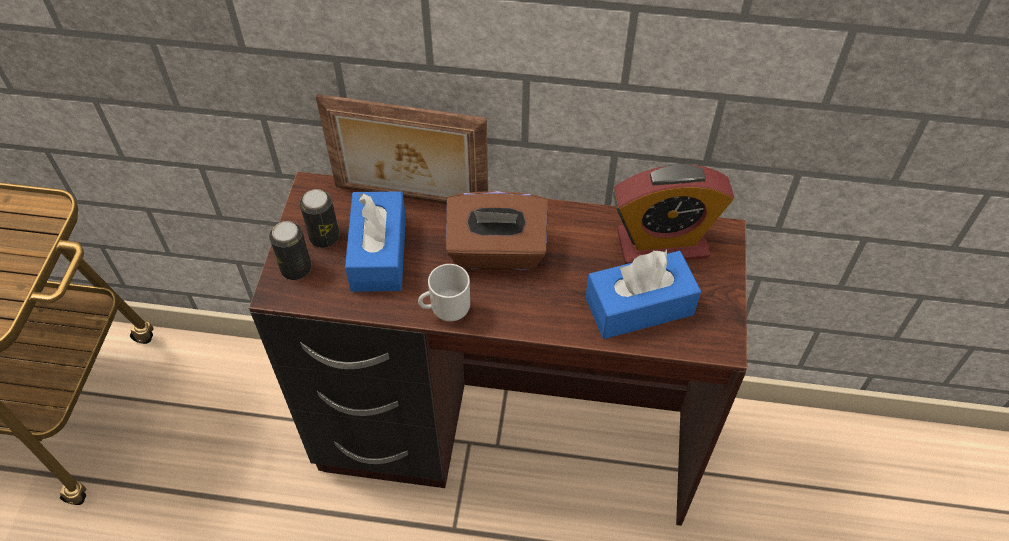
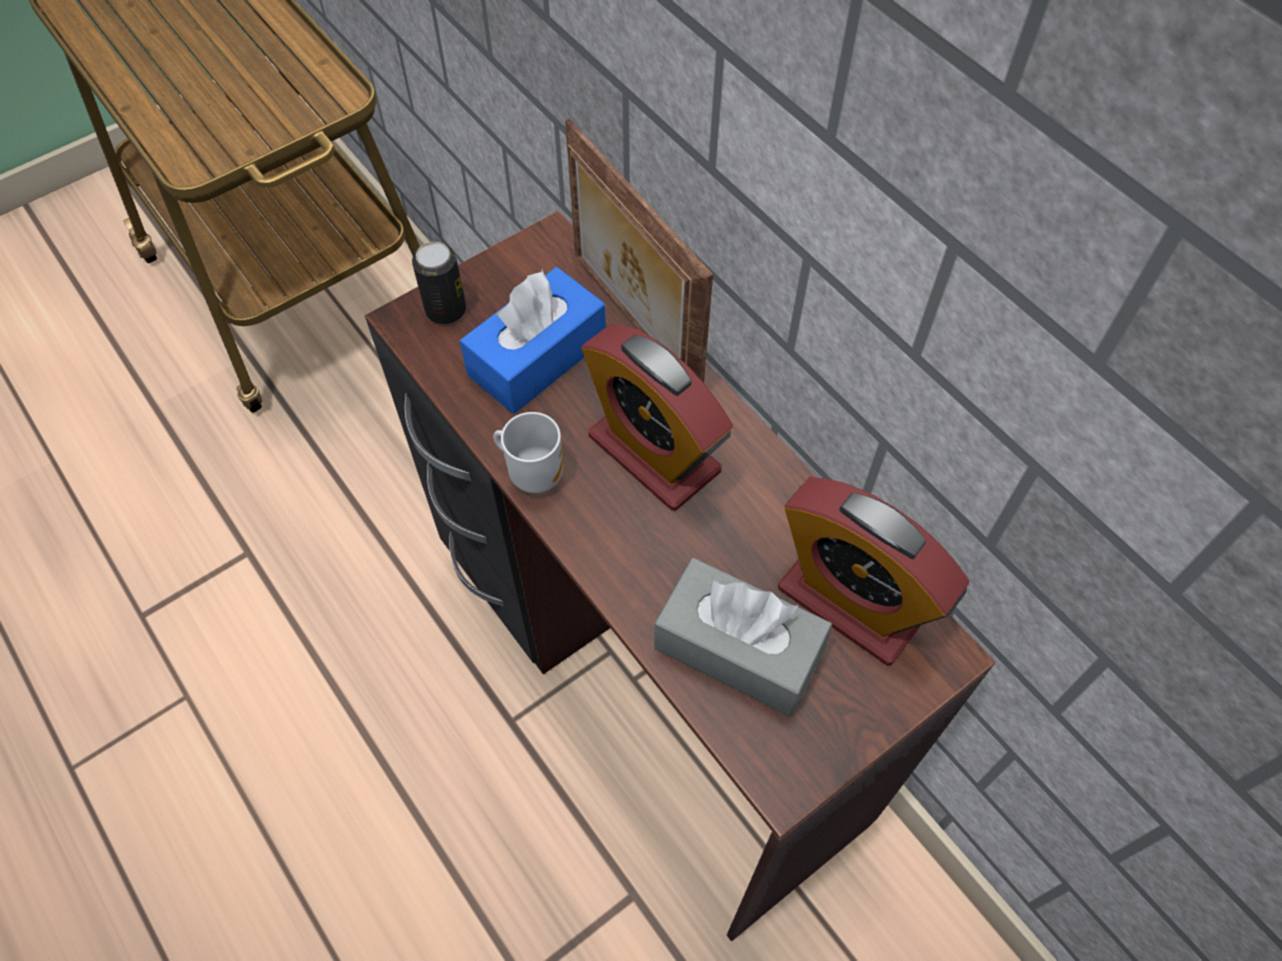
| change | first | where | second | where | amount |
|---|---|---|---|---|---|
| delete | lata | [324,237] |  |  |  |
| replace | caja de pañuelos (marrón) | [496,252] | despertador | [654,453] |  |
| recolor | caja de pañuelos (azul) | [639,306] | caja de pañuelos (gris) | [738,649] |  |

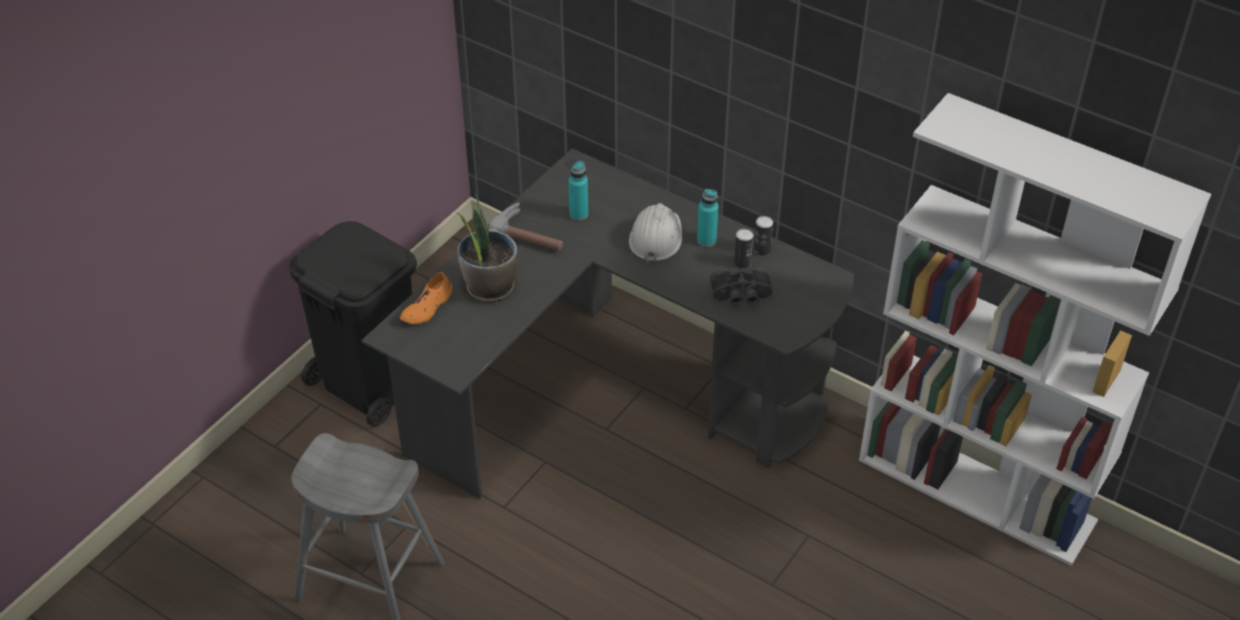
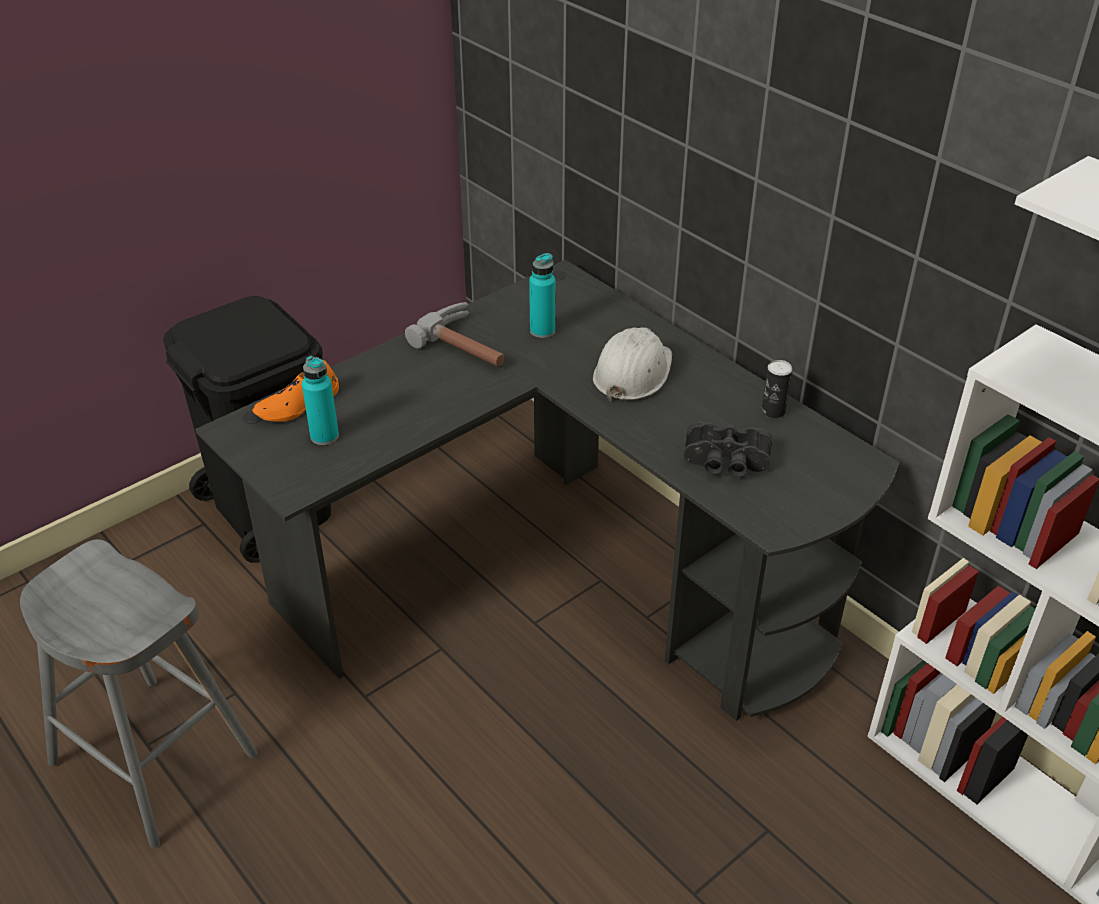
| change | first | where | second | where | amount |
|---|---|---|---|---|---|
| delete | planta en maceta | [489,287] |  |  |  |
| move | botella (turquesa) | [706,240] |  | [324,436] |  |
| delete | lata | [742,263] |  |  |  |

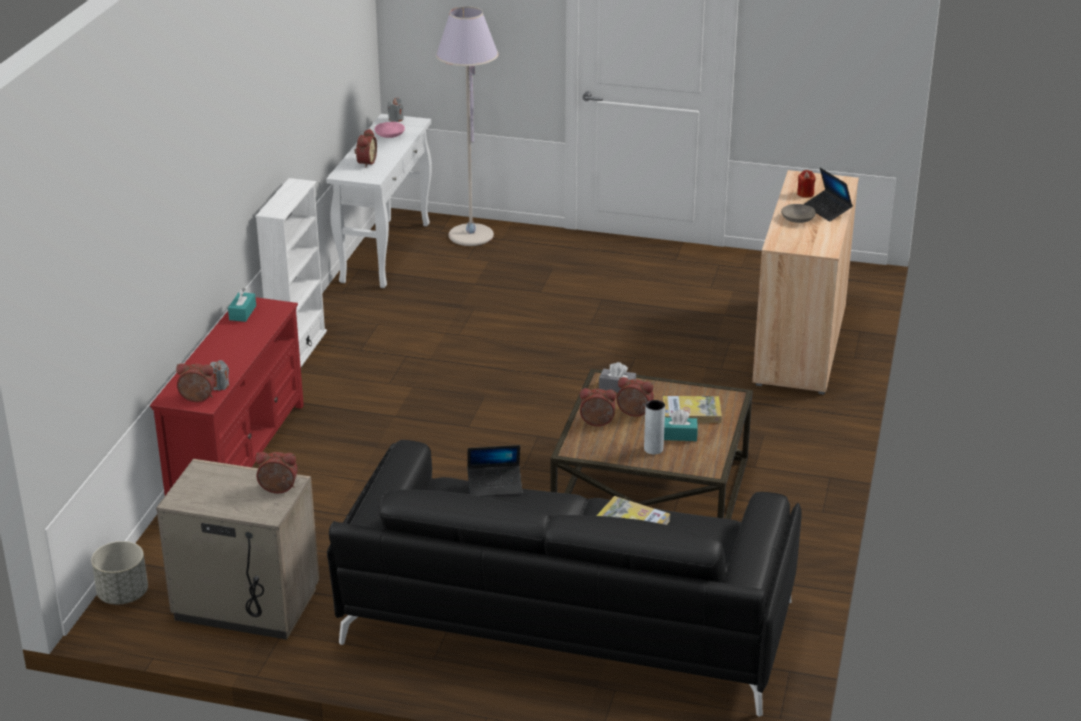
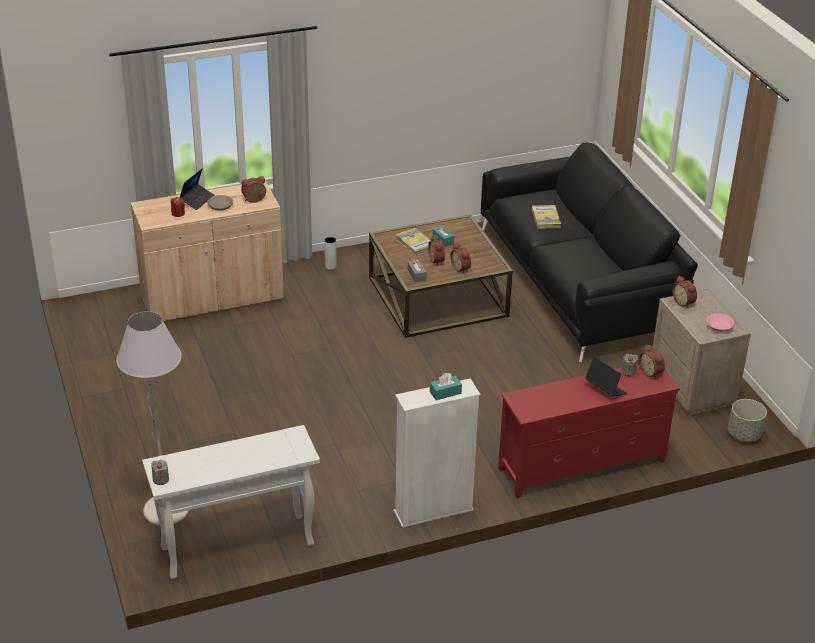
| change | first | where | second | where | amount |
|---|---|---|---|---|---|
| move | caja de pañuelos (turquesa) | [242,313] |  | [445,392] |  |
| move | despertador | [365,162] |  | [254,200] |  |
| move | cuenco (rosa) | [390,134] |  | [719,326] |  |
| move | portátil | [495,486] |  | [605,389] |  |
| move | florero (gris) | [653,449] |  | [330,266] |  |

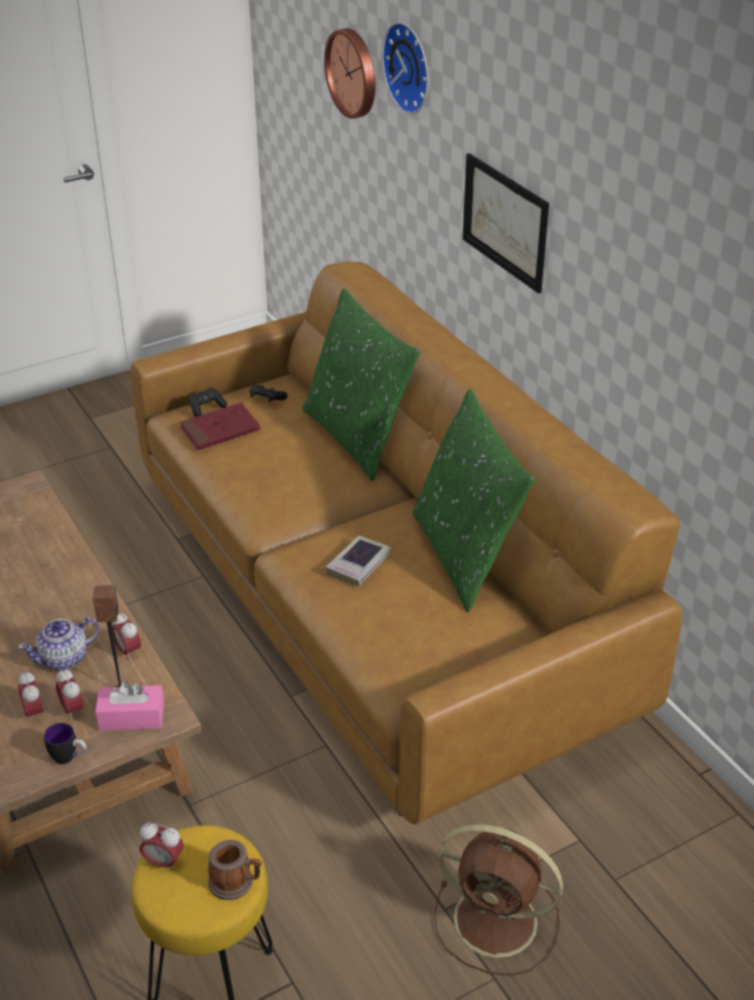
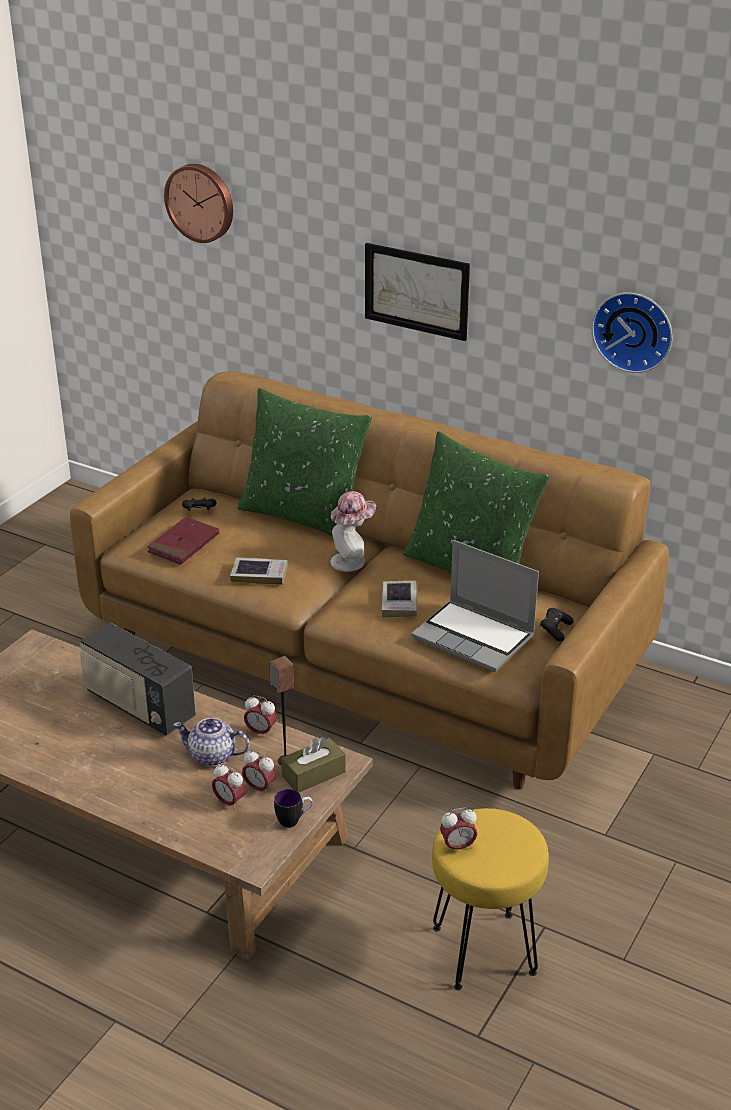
| change | first | where | second | where | amount |
|---|---|---|---|---|---|
| rotate | tetera | [64,658] |  | [213,756] | 75 degrees clockwise |
| recolor | caja de pañuelos (rosa) | [131,717] | caja de pañuelos (marrón) | [313,774] |  |
| move | mando de consola (negro) | [206,408] |  | [555,630] |  |
| delete | taza grande | [236,882] |  |  |  |
| move | reloj de pared | [411,67] |  | [634,330] |  |
| delete | ventilador (marrón) | [499,922] |  |  |  |
| insert |  |  | radio | [139,706] |  |
| insert |  |  | libro | [259,574] |  |
| insert |  |  | sombrero | [352,560] |  |
| insert |  |  | portátil | [475,637] |  |

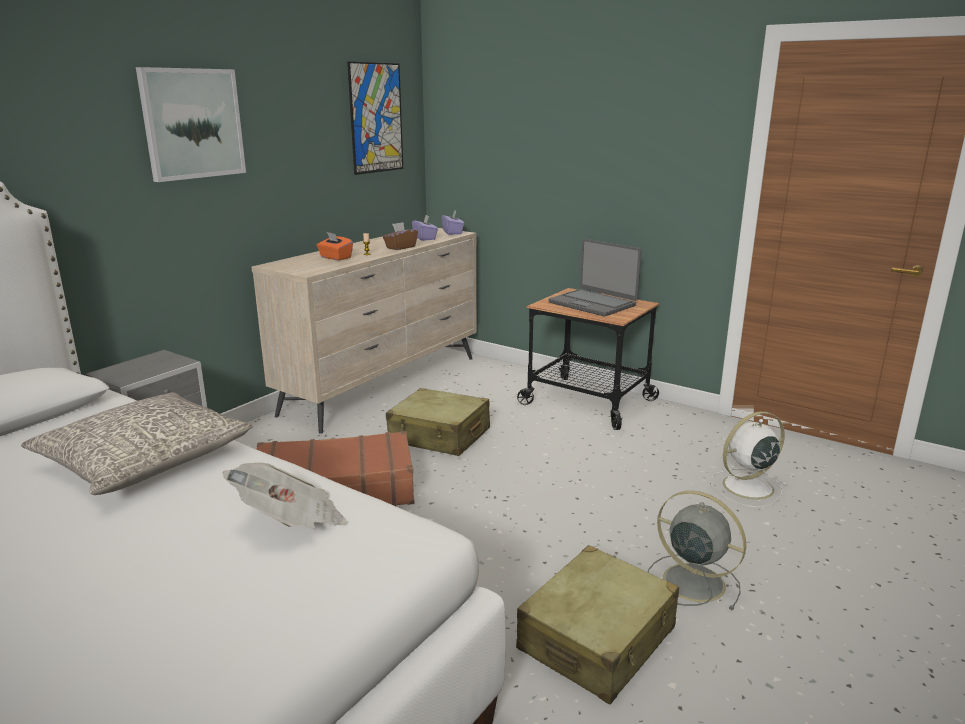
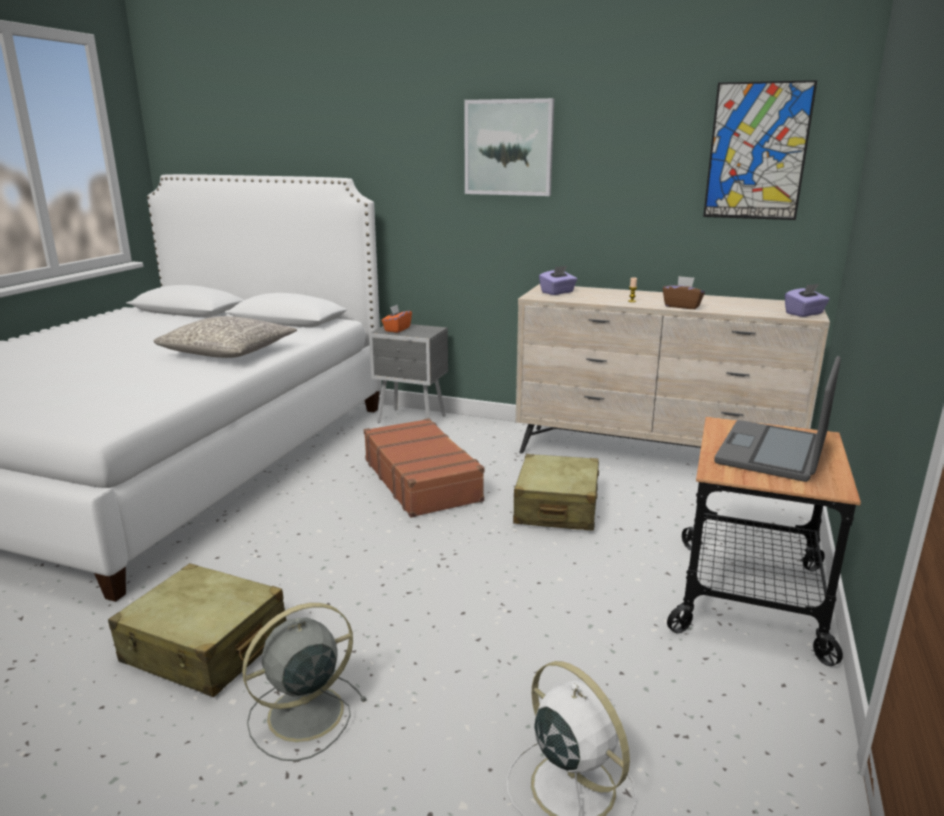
| change | first | where | second | where | amount |
|---|---|---|---|---|---|
| delete | periódico | [291,522] |  |  |  |
| move | caja de pañuelos (naranja) | [335,258] |  | [397,329] |  |
| move | caja de pañuelos (morado) | [425,238] |  | [557,292] |  |
| rotate | ventilador (gris) | [691,581] |  | [302,715] | 150 degrees counterclockwise |

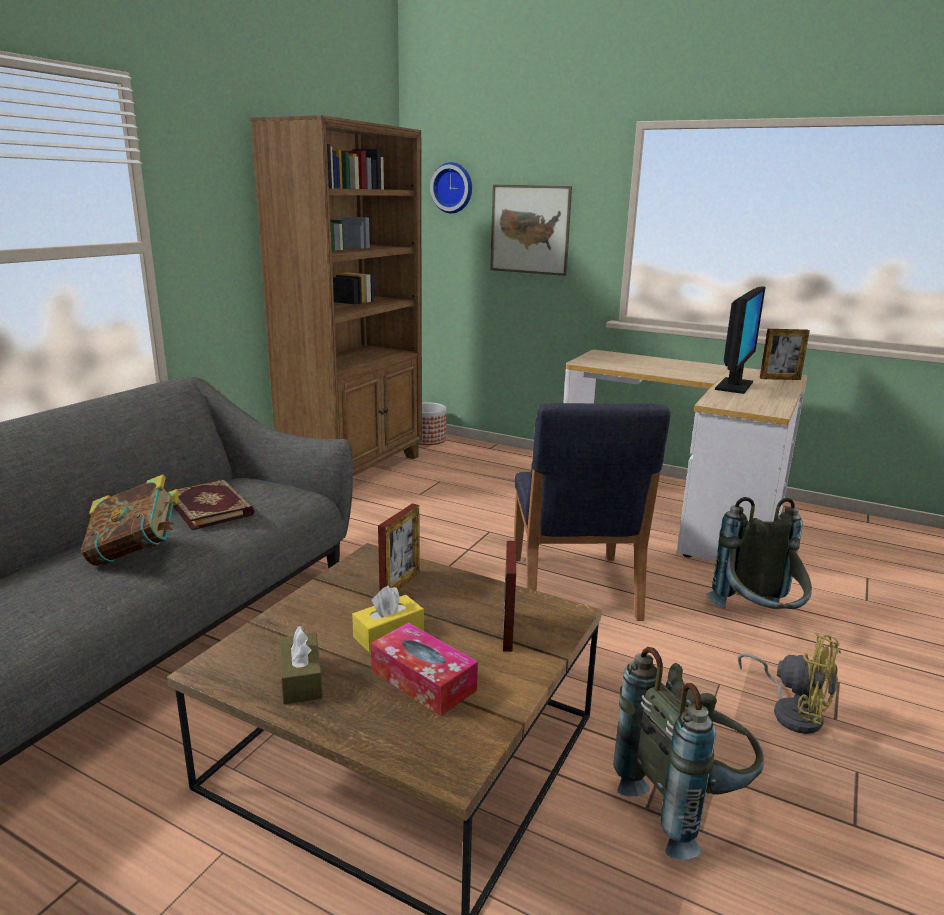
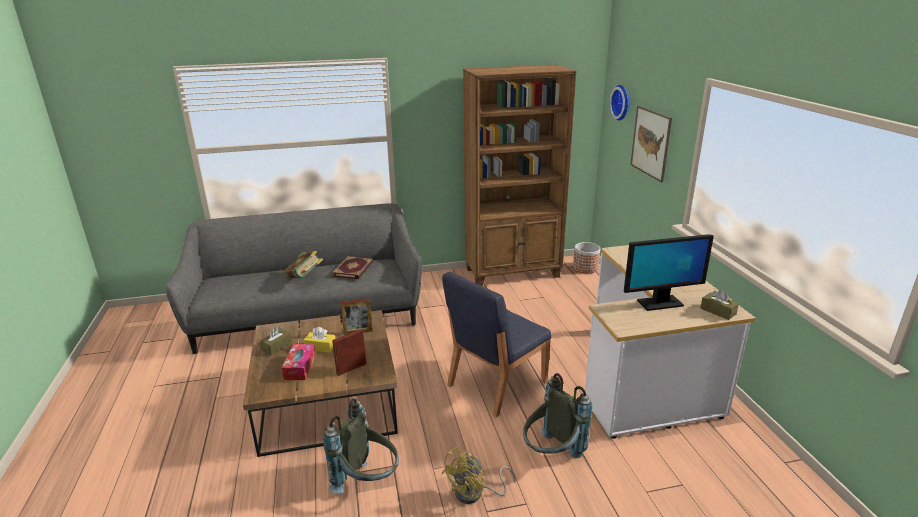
| change | first | where | second | where | amount |
|---|---|---|---|---|---|
| rotate | ventilador (amarillo) | [792,711] |  | [475,494] | 45 degrees clockwise |
| replace | portarretratos | [780,378] | caja de pañuelos (marrón) | [718,311] |  |

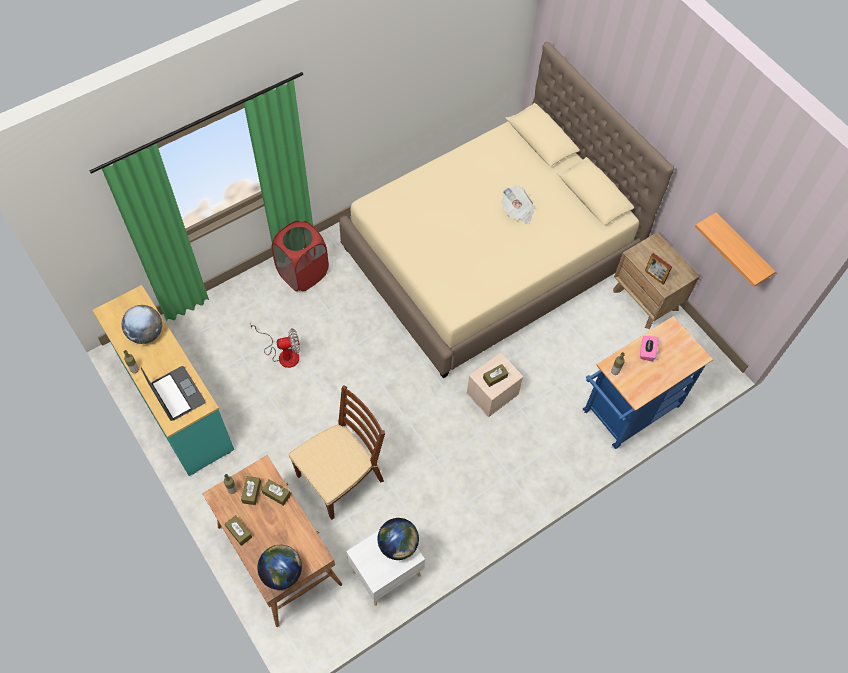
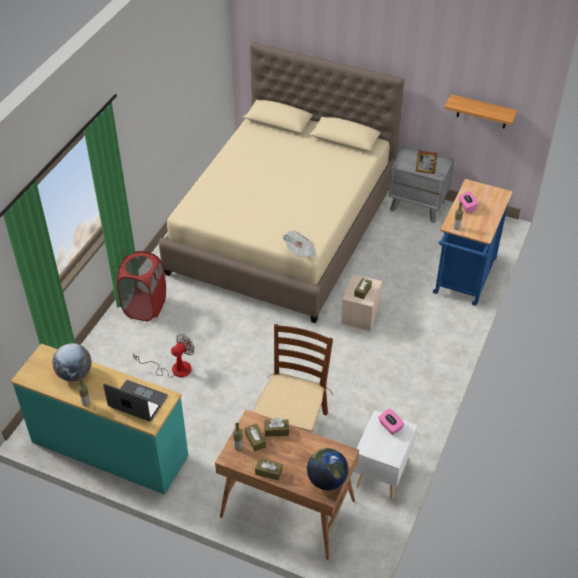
| change | first | where | second | where | amount |
|---|---|---|---|---|---|
| replace | globo terráqueo | [398,545] | caja de pañuelos (rosa) | [390,426] |  |
| move | periódico | [517,211] |  | [300,252] |  |
| recolor | mesita de noche (marrón) | [646,300] | mesita de noche (gris) | [417,206] |  |

